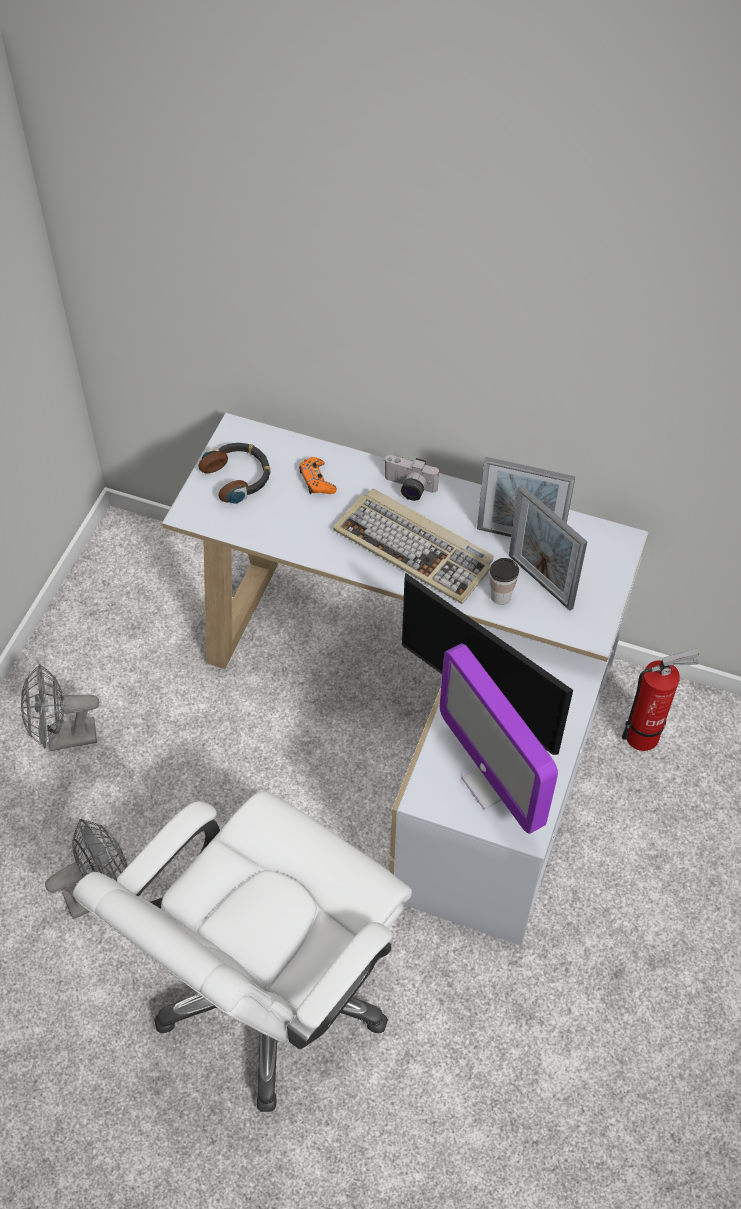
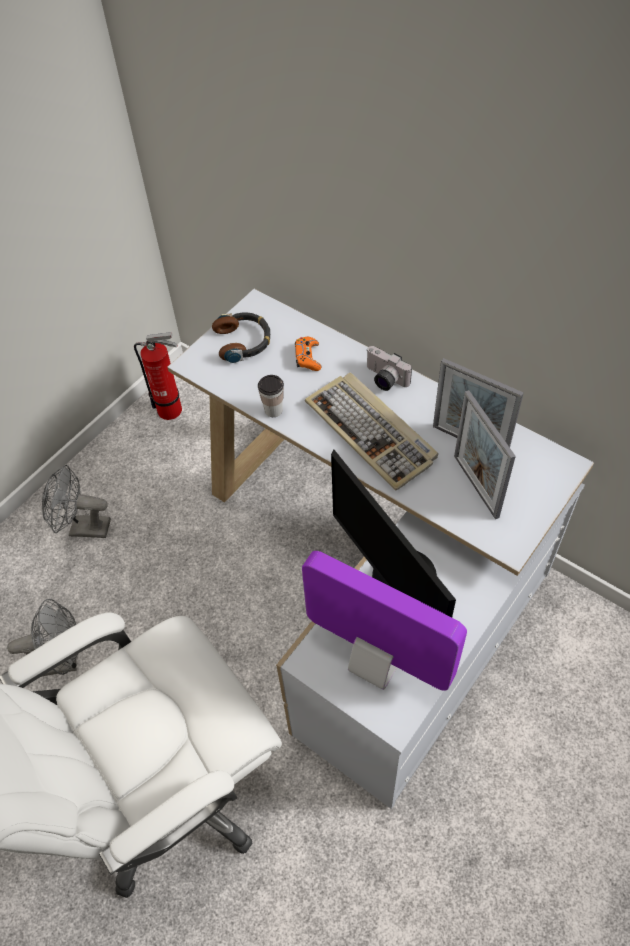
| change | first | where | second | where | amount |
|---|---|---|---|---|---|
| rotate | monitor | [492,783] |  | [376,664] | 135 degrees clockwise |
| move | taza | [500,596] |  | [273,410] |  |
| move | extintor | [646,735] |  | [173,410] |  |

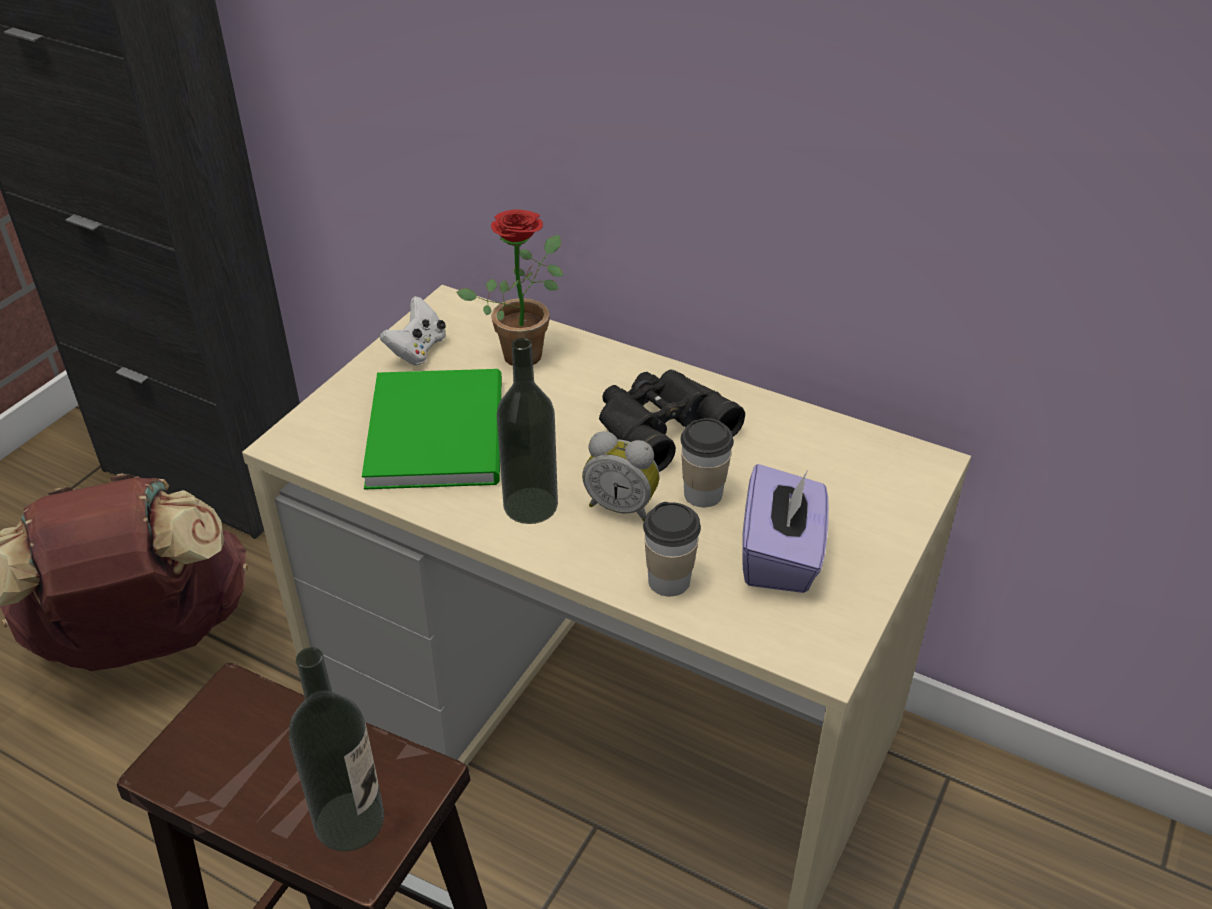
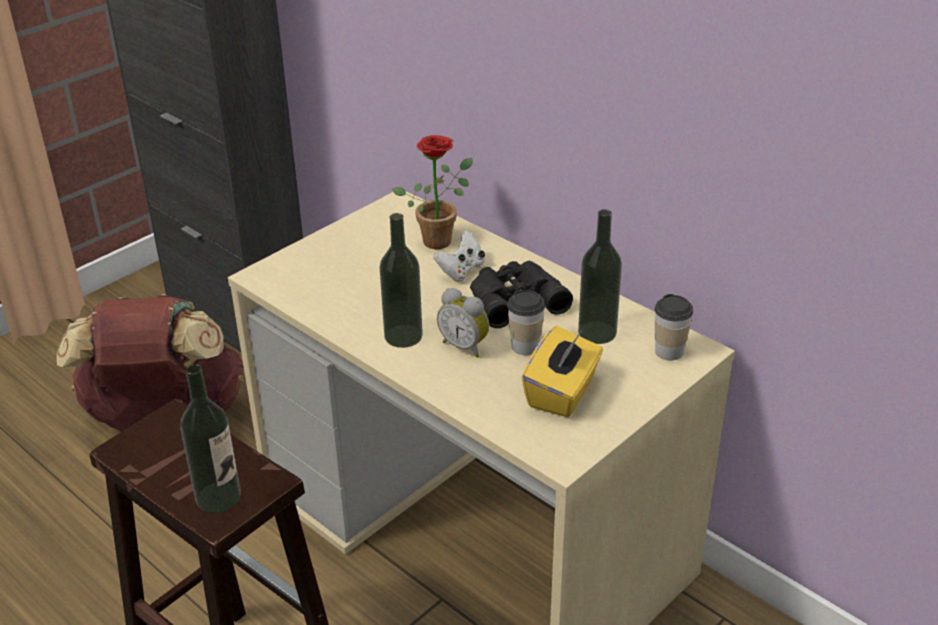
| change | first | where | second | where | amount |
|---|---|---|---|---|---|
| delete | libro (verde) | [441,429] |  |  |  |
| move | mando de consola (blanco) | [417,350] |  | [461,270] |  |
| move | taza | [669,581] |  | [669,351] |  |
| recolor | caja de pañuelos (morado) | [781,556] | caja de pañuelos (amarillo) | [562,393] |  |
| insert |  |  | botella | [597,332] |  |

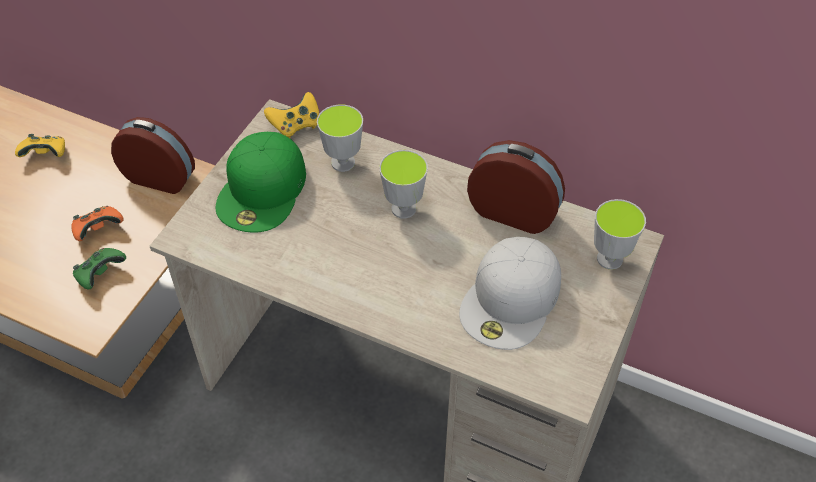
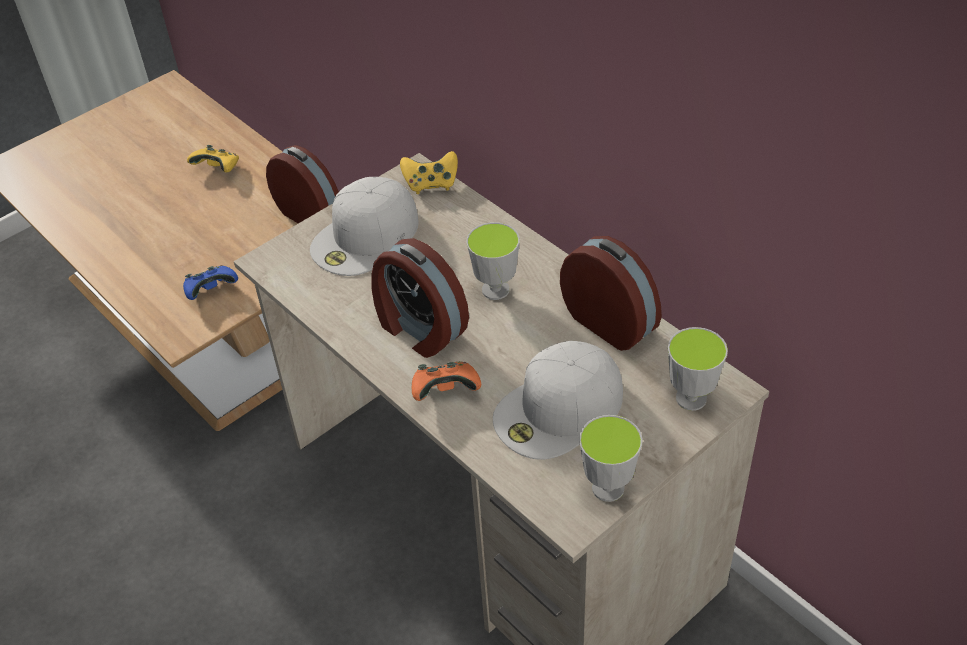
| change | first | where | second | where | amount |
|---|---|---|---|---|---|
| move | mando de consola (naranja) | [98,230] |  | [446,391] |  |
| recolor | mando de consola (verde) | [100,274] | mando de consola (azul) | [211,291] |  |
| recolor | gorra (verde) | [263,190] | gorra (blanco) | [365,237] |  |
| move | taza | [343,162] |  | [608,488] |  |
| insert |  |  | despertador | [419,329] |  |

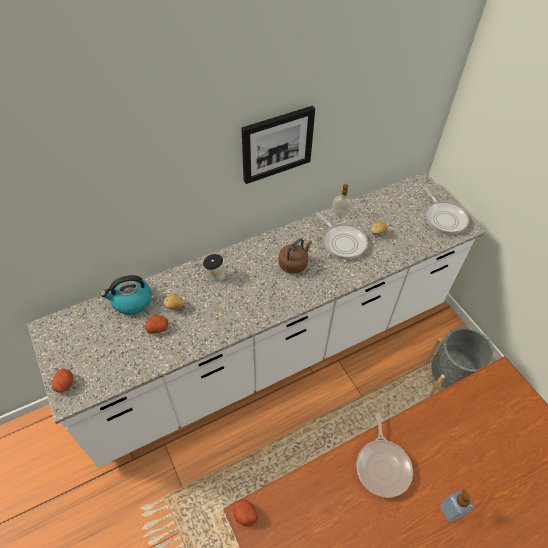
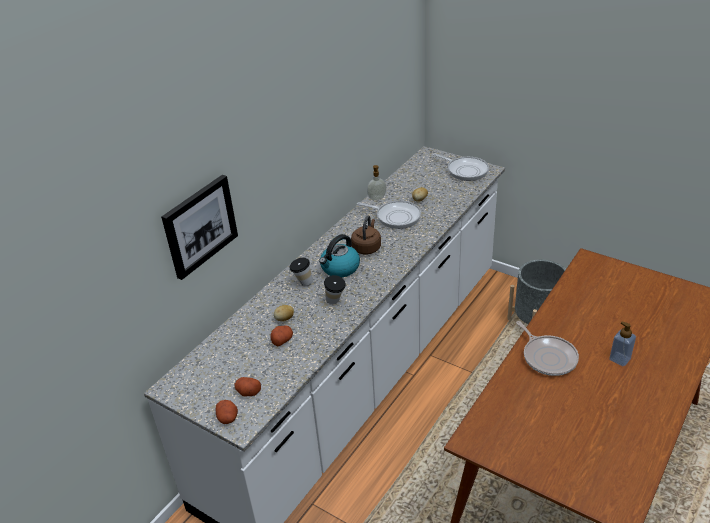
| change | first | where | second | where | amount |
|---|---|---|---|---|---|
| move | hervidor | [131,301] |  | [340,268] |  |
| move | patata | [244,514] |  | [248,392] |  |
| move | cuadro | [277,144] |  | [199,226] |  |
| insert |  |  | taza | [336,302] |  |

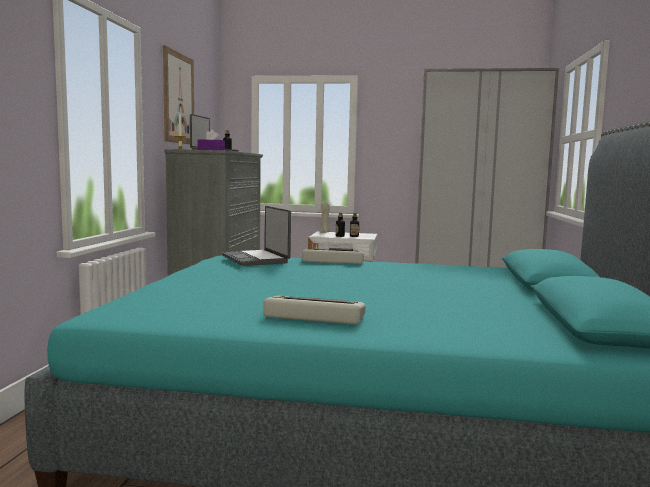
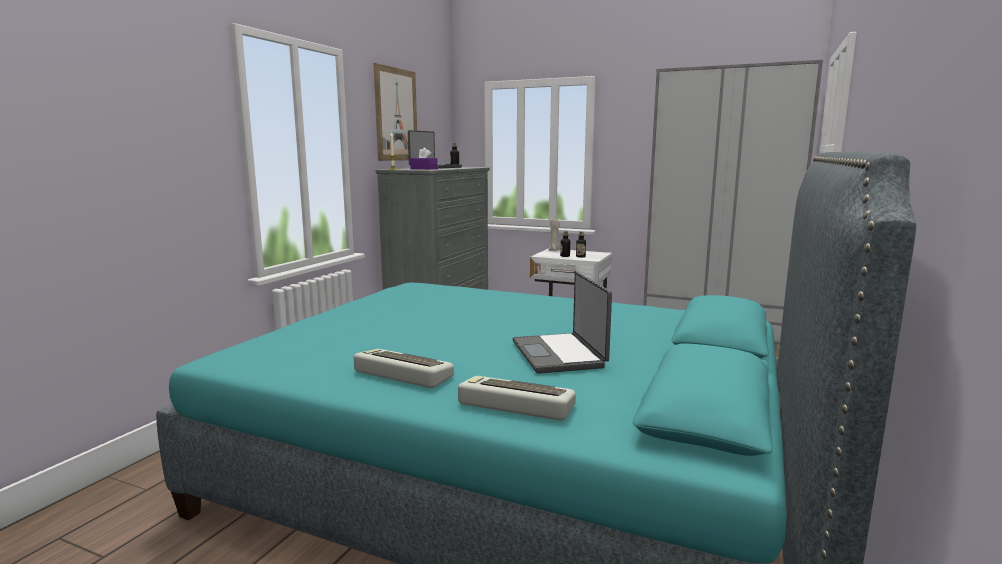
| change | first | where | second | where | amount |
|---|---|---|---|---|---|
| move | portátil | [256,259] |  | [560,354] |  |
| move | teclado | [332,261] |  | [514,405] |  |

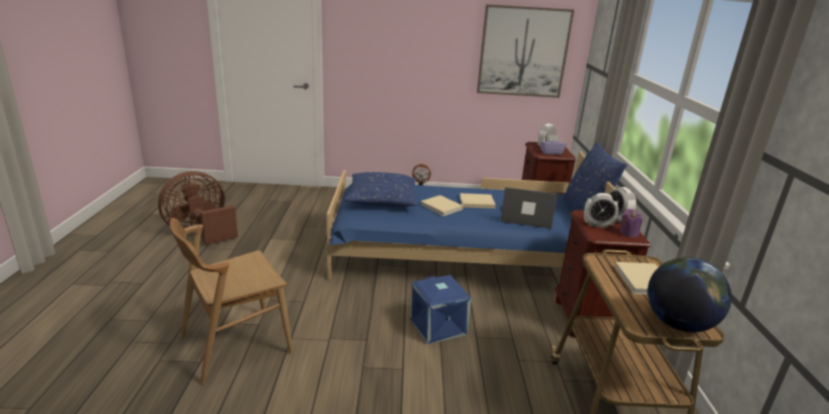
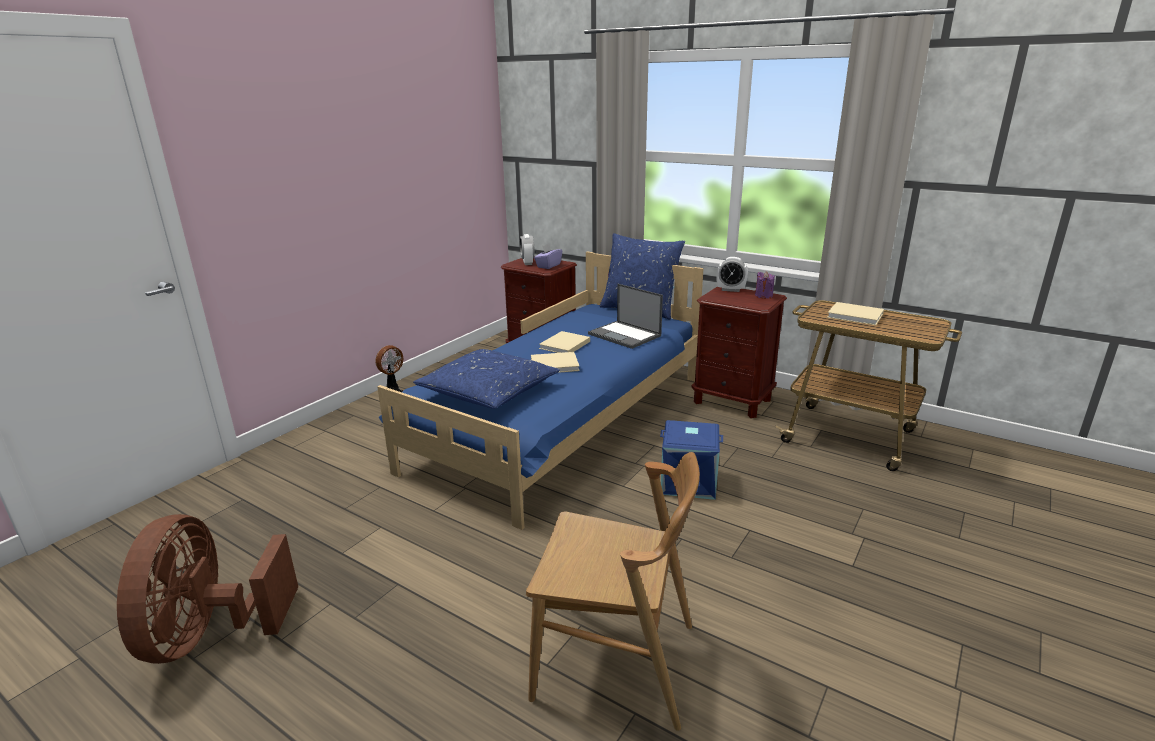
| change | first | where | second | where | amount |
|---|---|---|---|---|---|
| rotate | silla (marrón) | [235,344] |  | [615,661] | 75 degrees counterclockwise |
| delete | cuadro | [523,52] |  |  |  |
| rotate | portátil | [525,217] |  | [625,335] | 90 degrees counterclockwise |
| delete | despertador | [597,225] |  |  |  |
| delete | globo terráqueo | [678,324] |  |  |  |

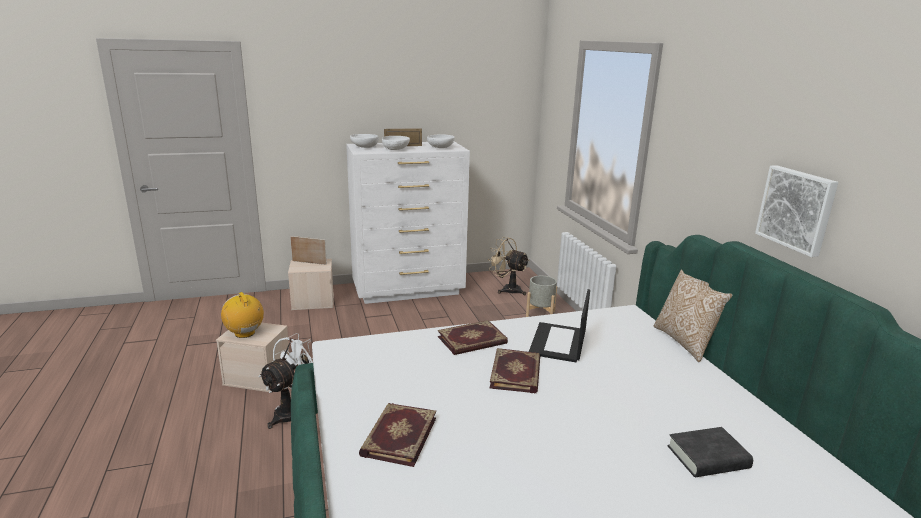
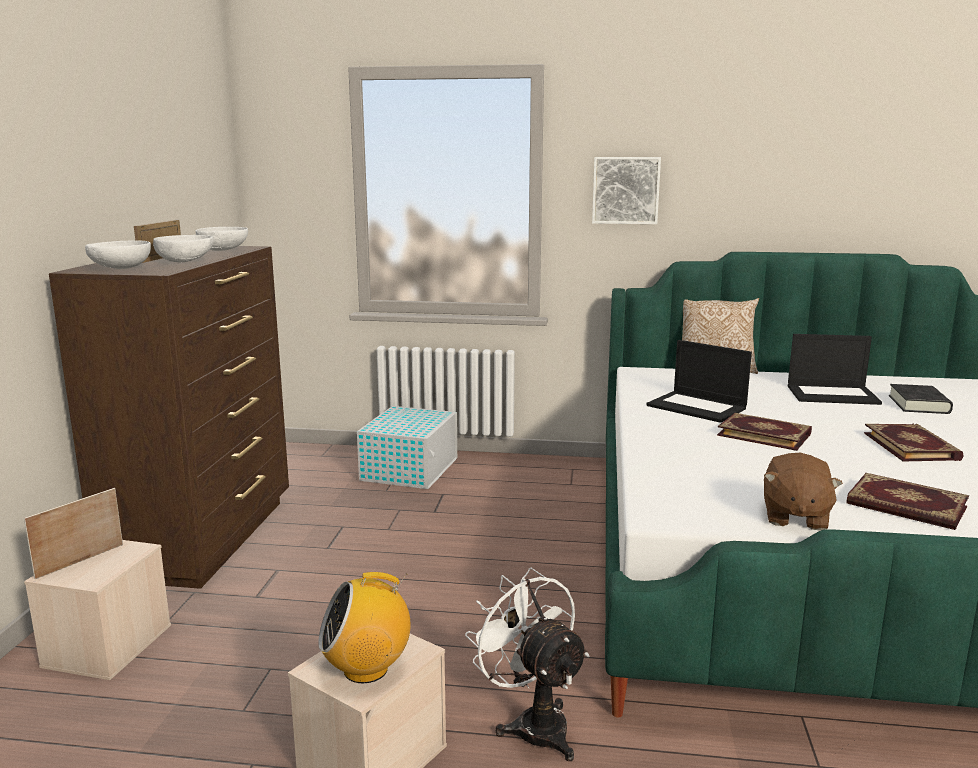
| change | first | where | second | where | amount |
|---|---|---|---|---|---|
| recolor | cómoda (blanco) | [409,290] | cómoda (marrón) | [206,538] |  |
| move | libro | [472,341] |  | [912,446] |  |
| delete | ventilador (beis) | [507,289] |  |  |  |
| replace | maceta (gris) | [540,314] | caja de almacenaje (blanco) | [410,469] |  |
| move | cuadro | [797,209] |  | [625,190] |  |
| insert |  |  | peluche (marrón) | [794,517] |  |
| insert |  |  | portátil | [833,394] |  |

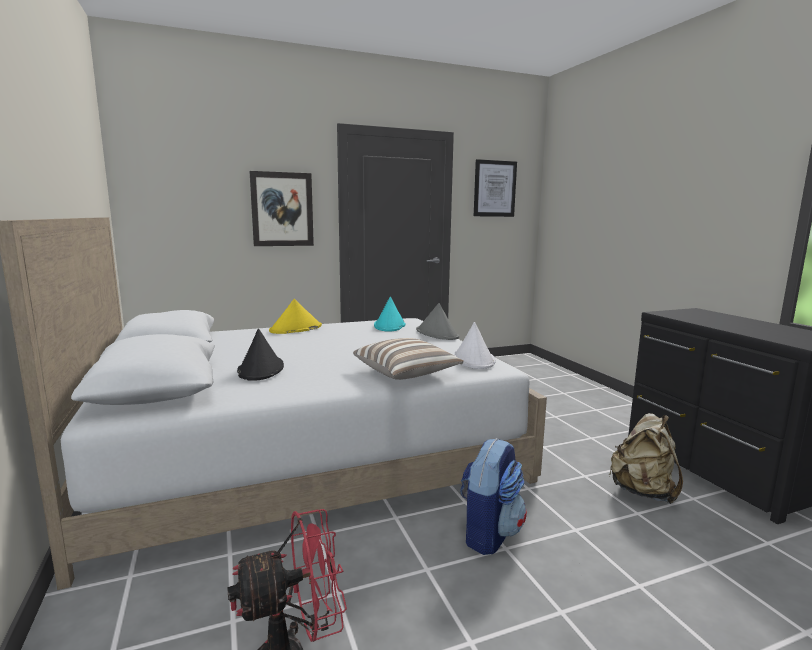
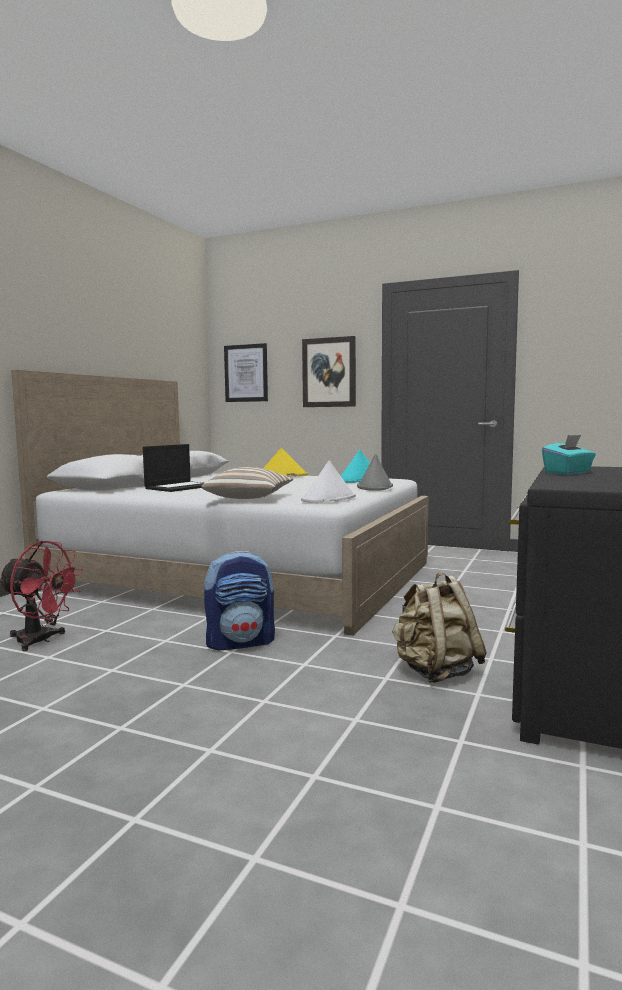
| change | first | where | second | where | amount |
|---|---|---|---|---|---|
| replace | sombrero (negro) | [261,369] | portátil | [180,487] |  |
| move | cuadro | [494,188] |  | [246,373] |  |
| insert |  |  | caja de pañuelos (turquesa) | [568,473] |  |

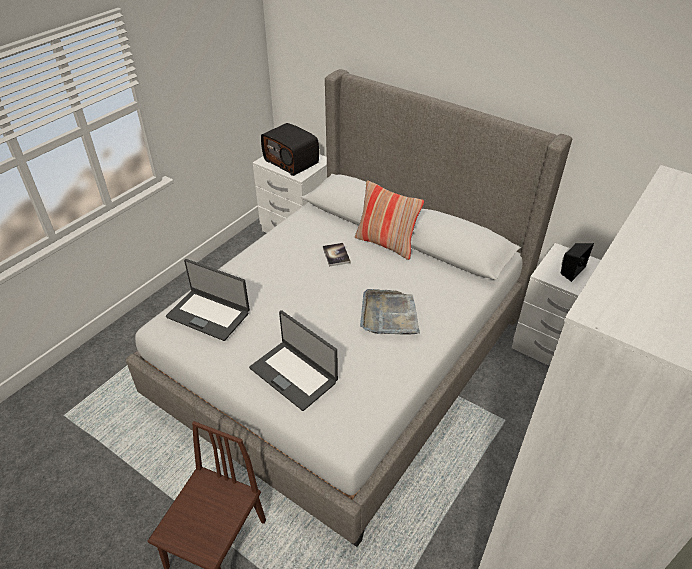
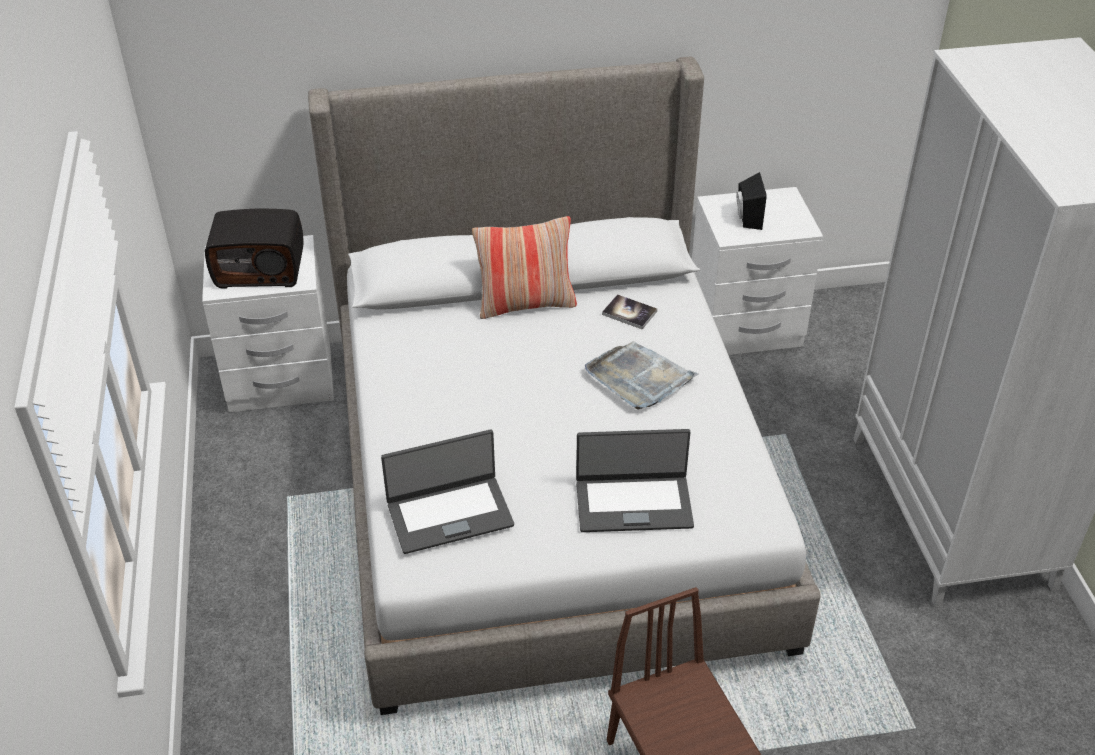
| change | first | where | second | where | amount |
|---|---|---|---|---|---|
| move | libro | [336,255] |  | [629,313] |  |

